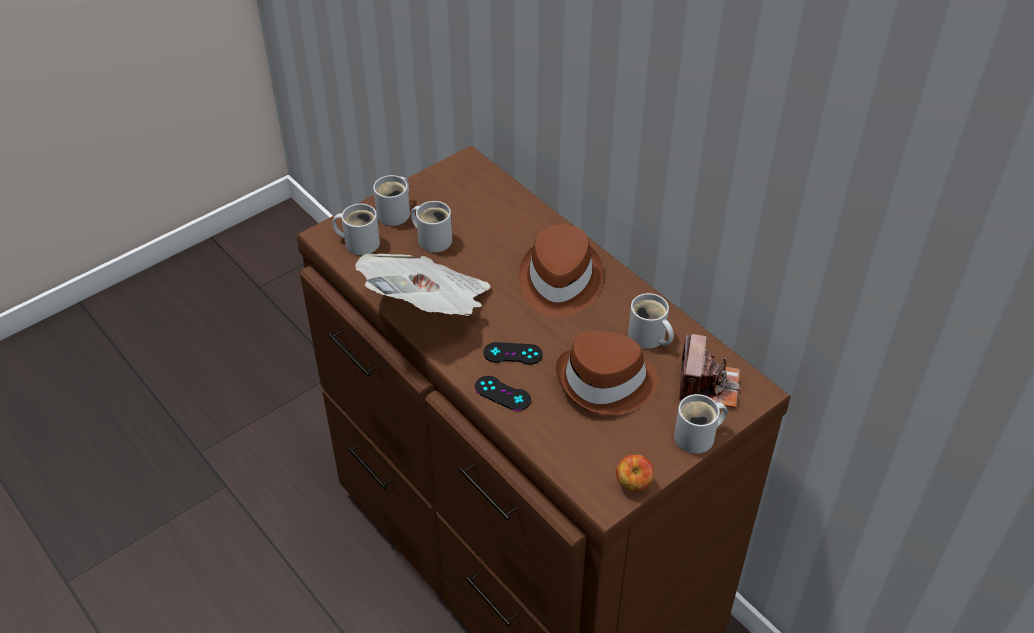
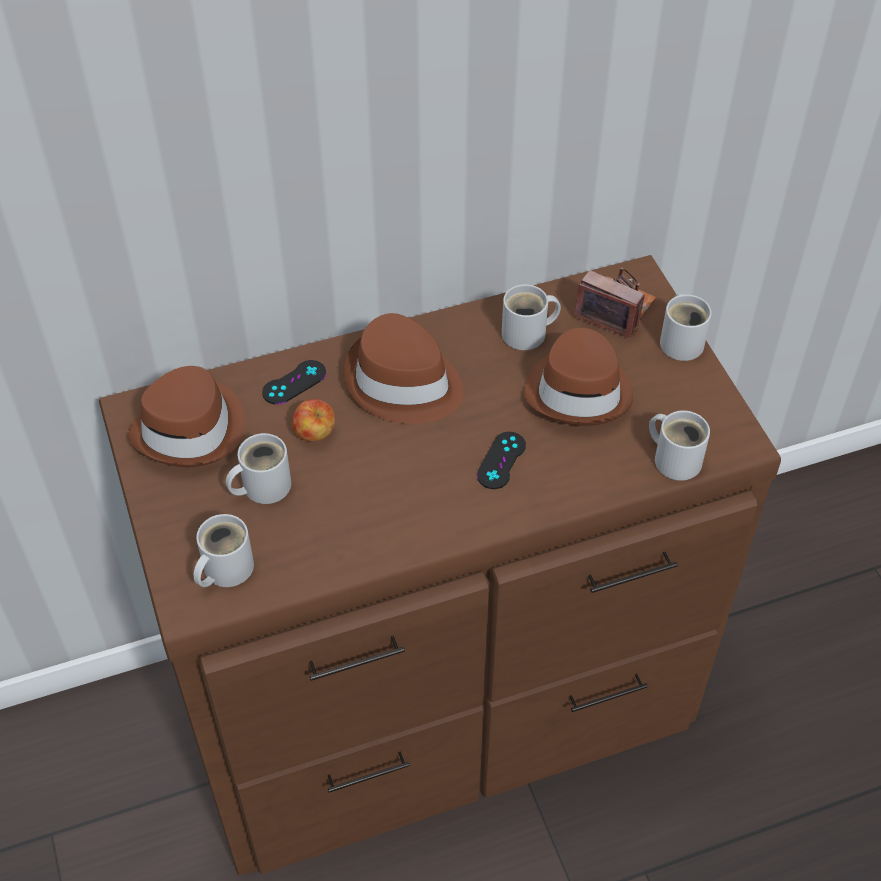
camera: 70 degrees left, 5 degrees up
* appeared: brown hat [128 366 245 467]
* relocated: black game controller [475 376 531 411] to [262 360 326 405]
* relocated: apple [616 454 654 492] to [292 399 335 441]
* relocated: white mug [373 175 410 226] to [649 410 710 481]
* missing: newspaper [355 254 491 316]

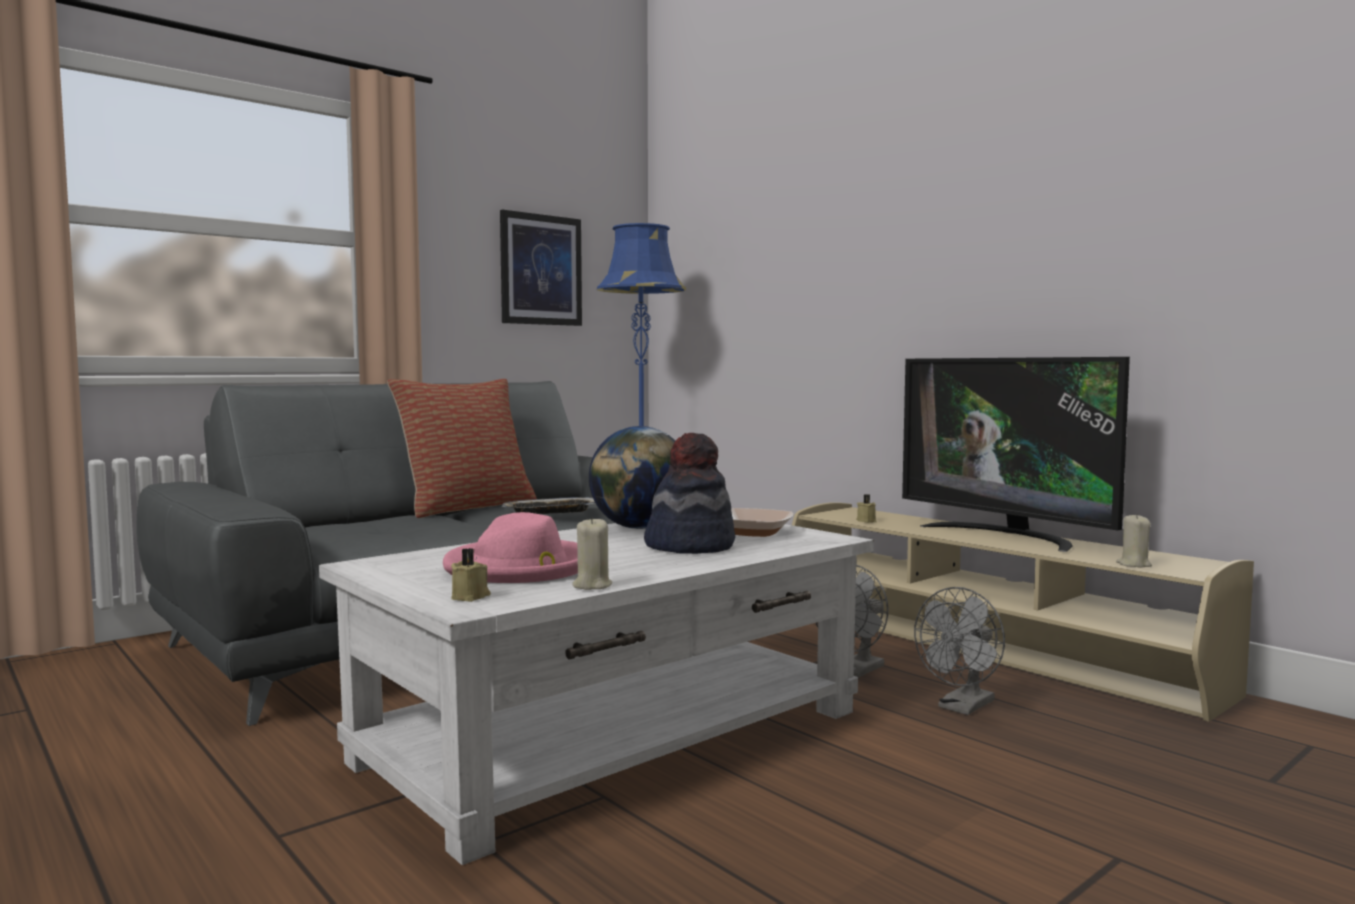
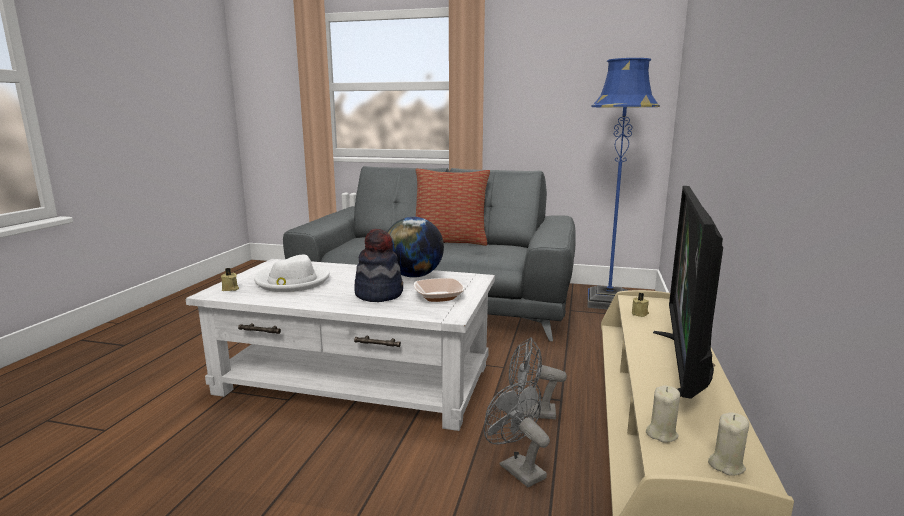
camera: 55 degrees right, 10 degrees up
* colour: pink hat [443 512 578 583] to white hat [254 255 329 292]
* spun: grey fan [914 587 1005 715] = [484 381 550 488] 45 degrees clockwise
* relocated: beige candle [572 517 612 590] to [708 412 749 476]
* missing: picture [500 210 582 326]
* missing: tray [501 497 596 514]

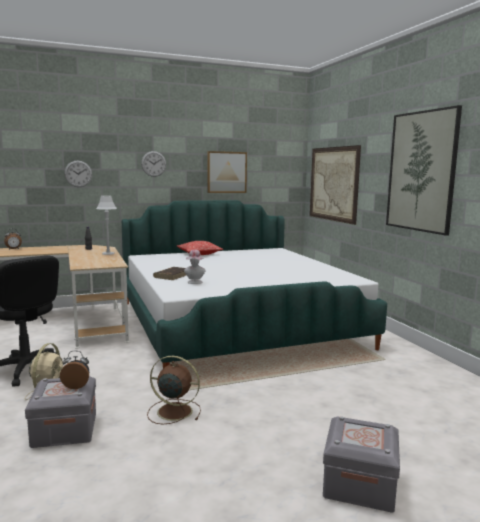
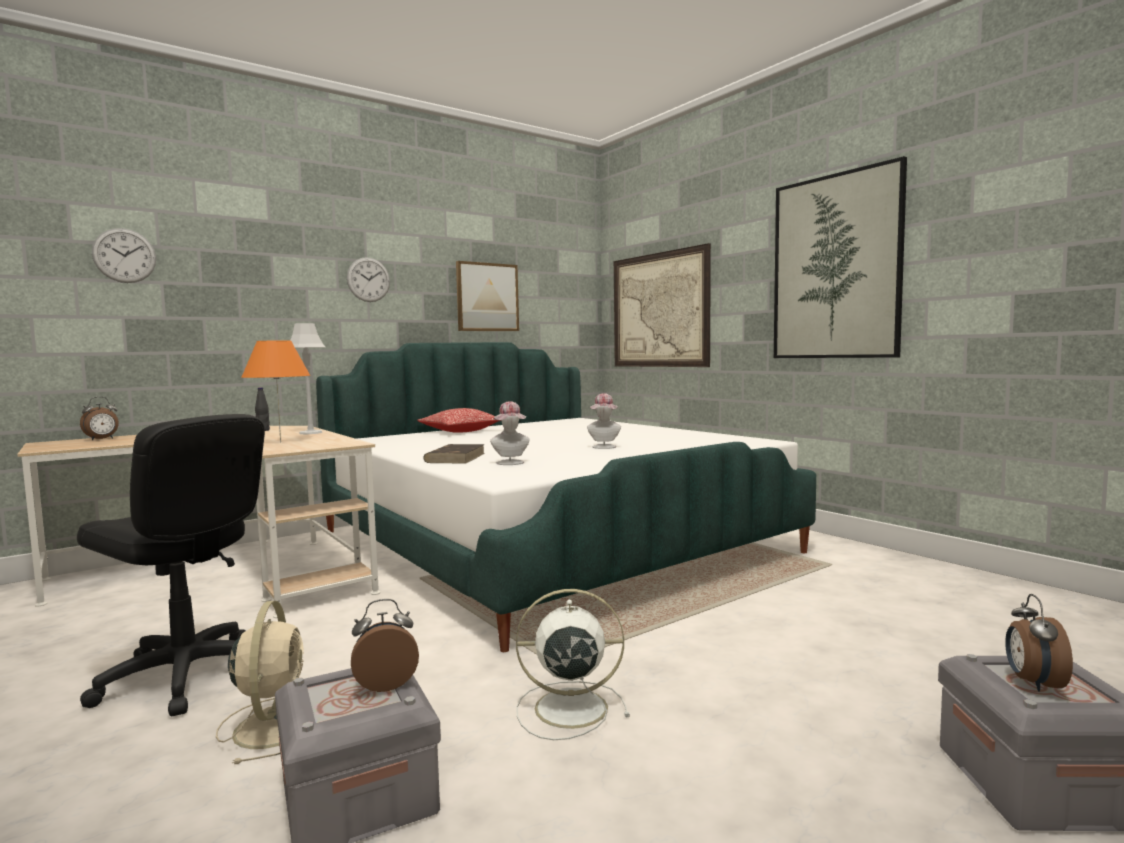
camera: 15 degrees left, 5 degrees down
* relocated: wall clock [64 161 92 187] to [92 228 156 283]
* appeared: orange table lamp [241 340 310 443]
* colour: brown fan [147 356 201 424] to white fan [516 589 630 740]
* appeared: hat [587 393 621 449]
* appeared: alarm clock [1005 594 1073 692]

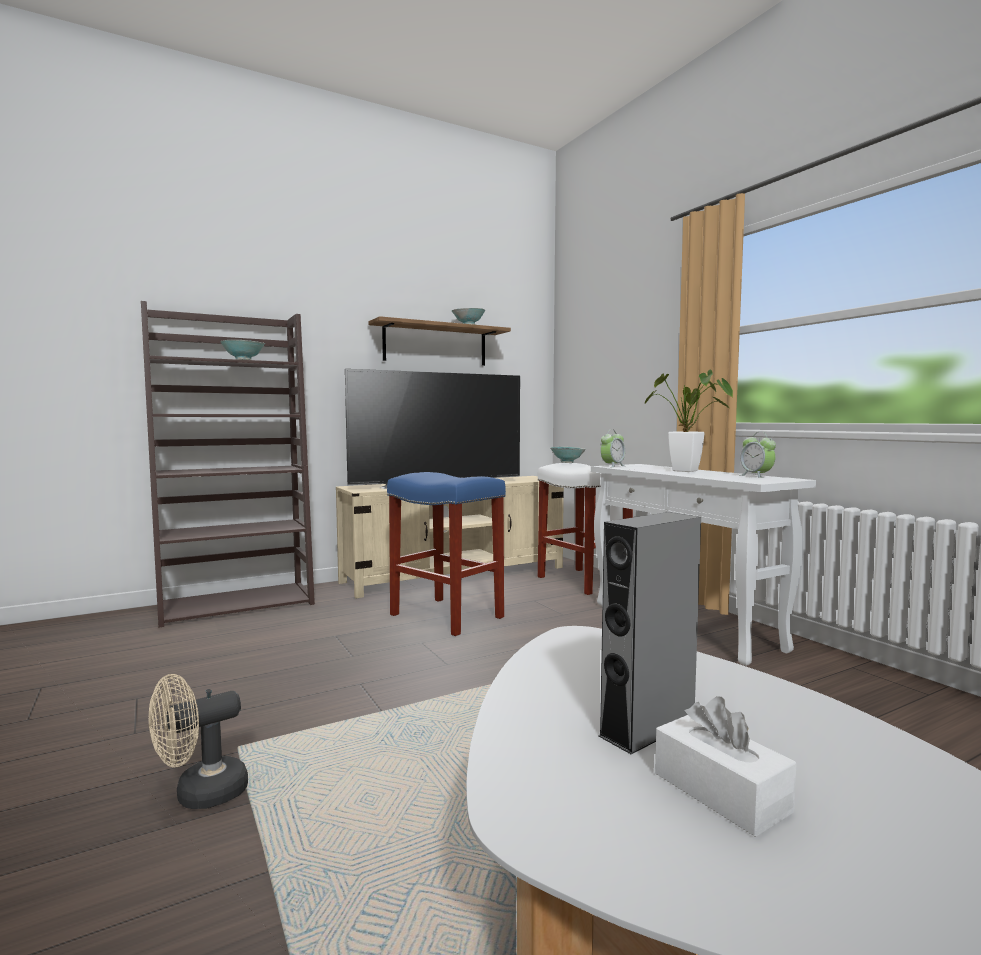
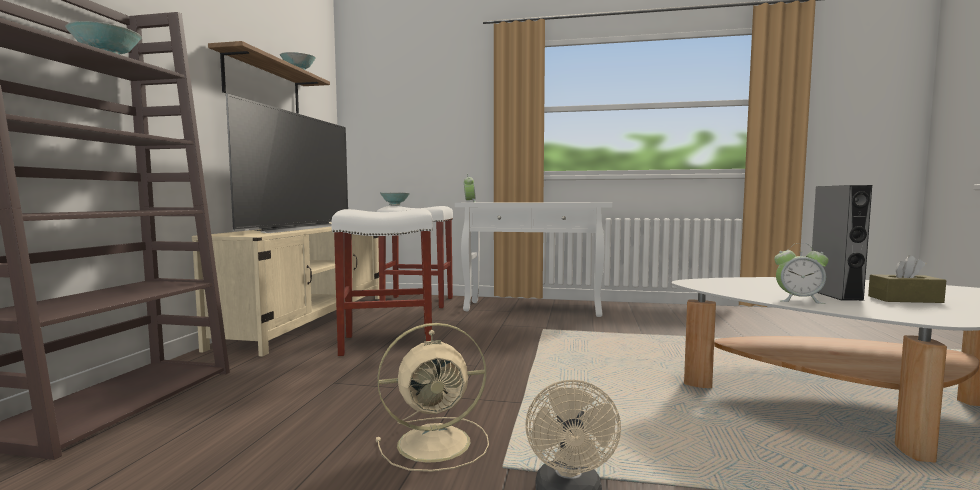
camera: 50 degrees left, 0 degrees up
* colour: blue stool [387 472 506 636] to white stool [331 209 433 356]
* appeared: beige fan [376 323 489 472]
* relocated: alarm clock [740 432 776 478] to [774 243 829 304]
* colour: white tissue box [655 696 797 837] to brown tissue box [868 255 946 303]
* missing: potted plant [644 370 733 472]

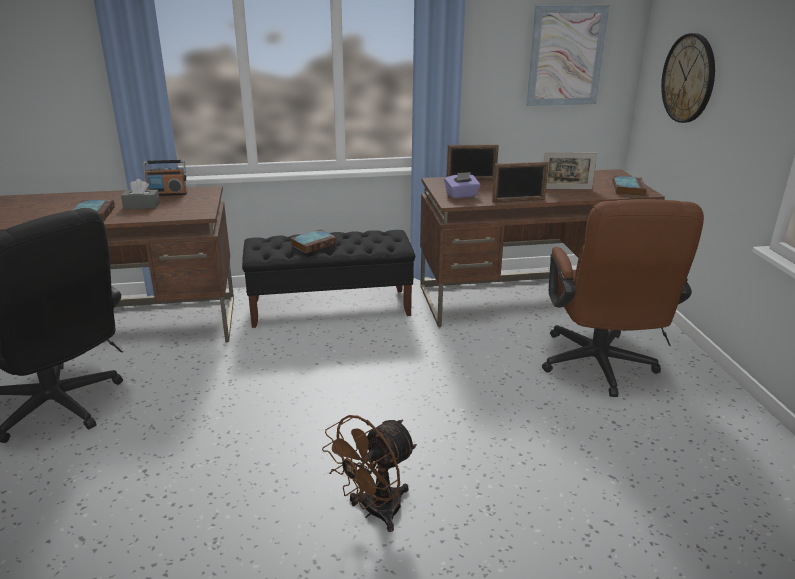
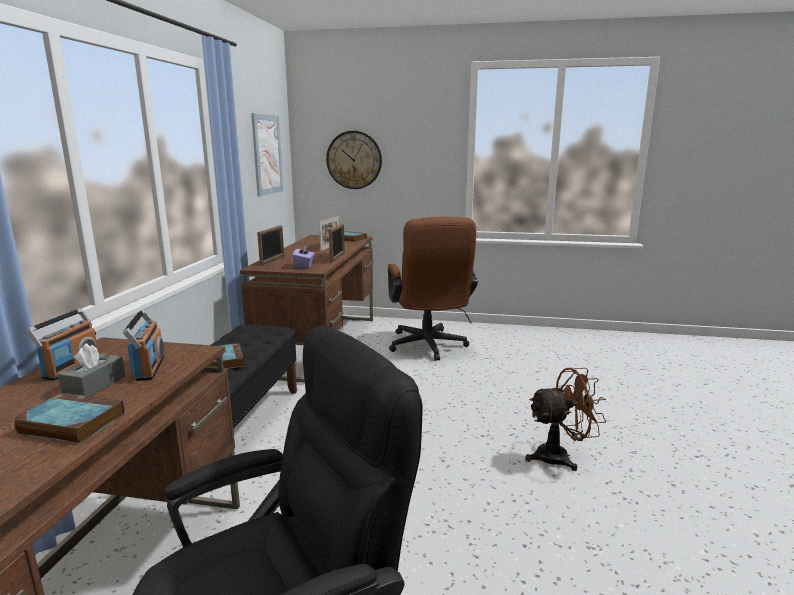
camera: 70 degrees left, 10 degrees down
* appeared: radio [123 310 165 381]
* spun: brown office chair [542 199 704 397] = [388 217 478 361] 60 degrees clockwise
* spun: brown fan [322 415 417 532] = [525 368 606 471] 75 degrees counterclockwise

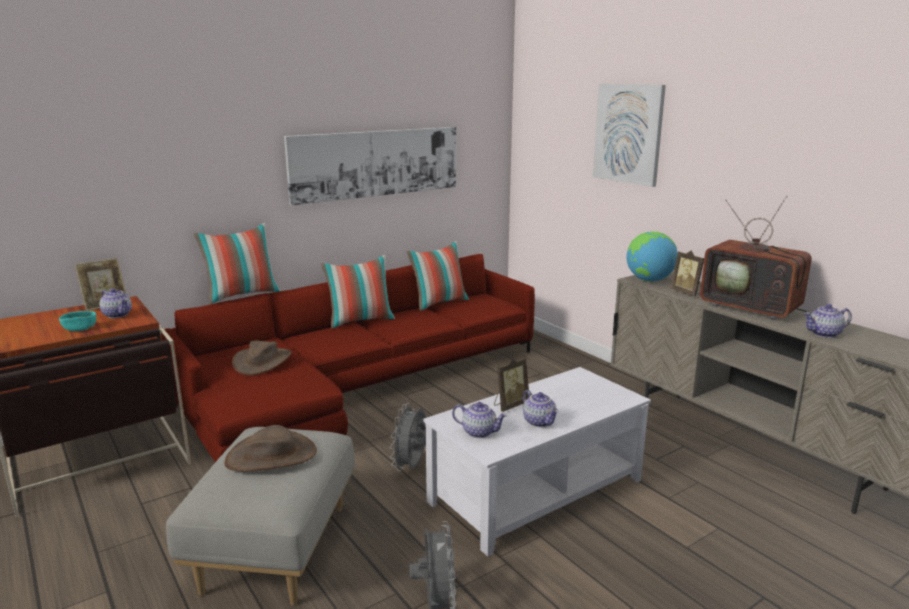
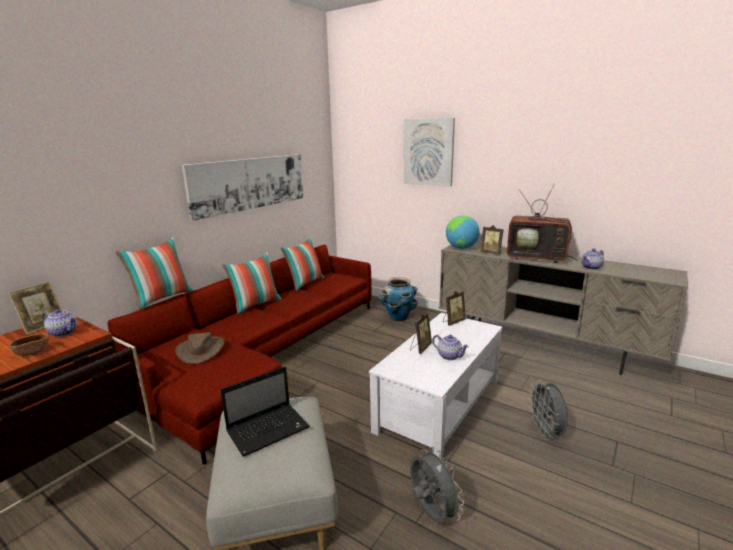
camera: 20 degrees left, 0 degrees up
* colour: turquoise bowl [59 311 96 331] to brown bowl [9 333 49 356]
* exchanged: brown hat [224 425 317 471] to laptop [221 367 310 457]
* appeared: planter [379 277 419 321]
* appeared: picture frame [443 291 466 326]
* relocated: grey fan [390 403 426 471] to [528 380 568 440]
* missing: teapot [452 402 507 438]

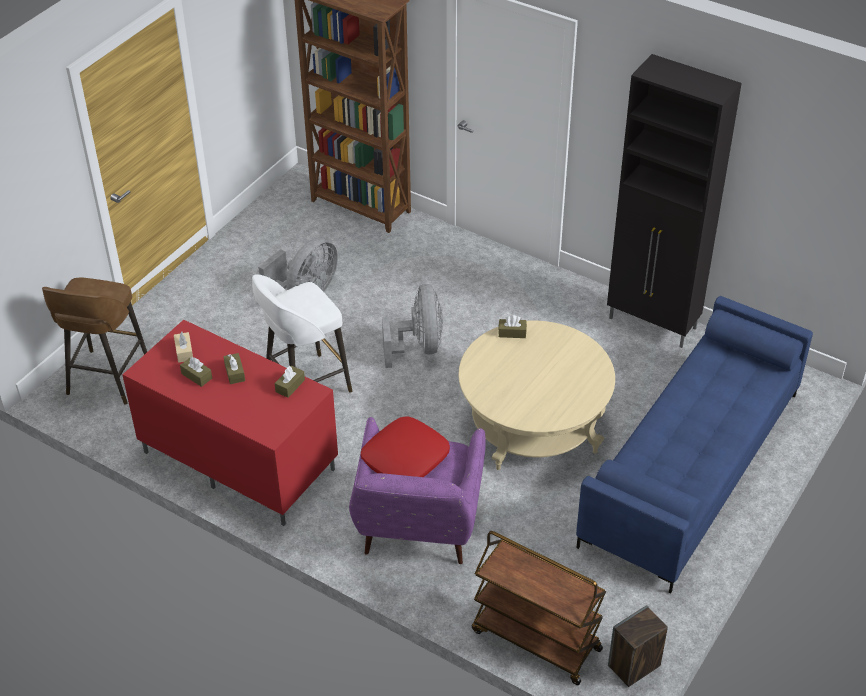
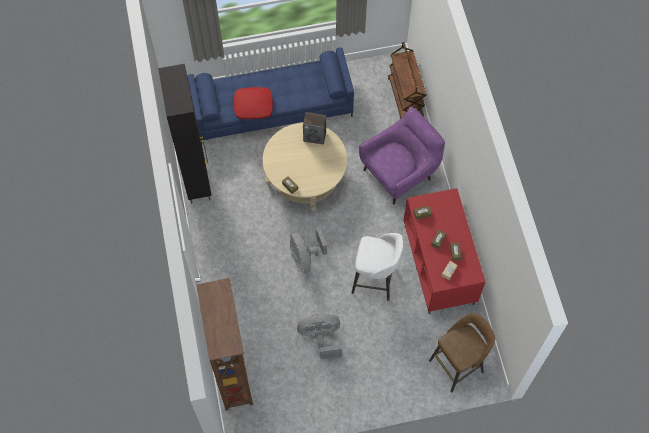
camera: 135 degrees left, 20 degrees up
* relocated: red pillow [361 417 450 477] to [234 87 273 119]
* spun: grey fan [382 284 443 368] = [290 227 327 273] 60 degrees counterclockwise
* relocated: speaker [608 605 668 687] to [303 112 326 145]

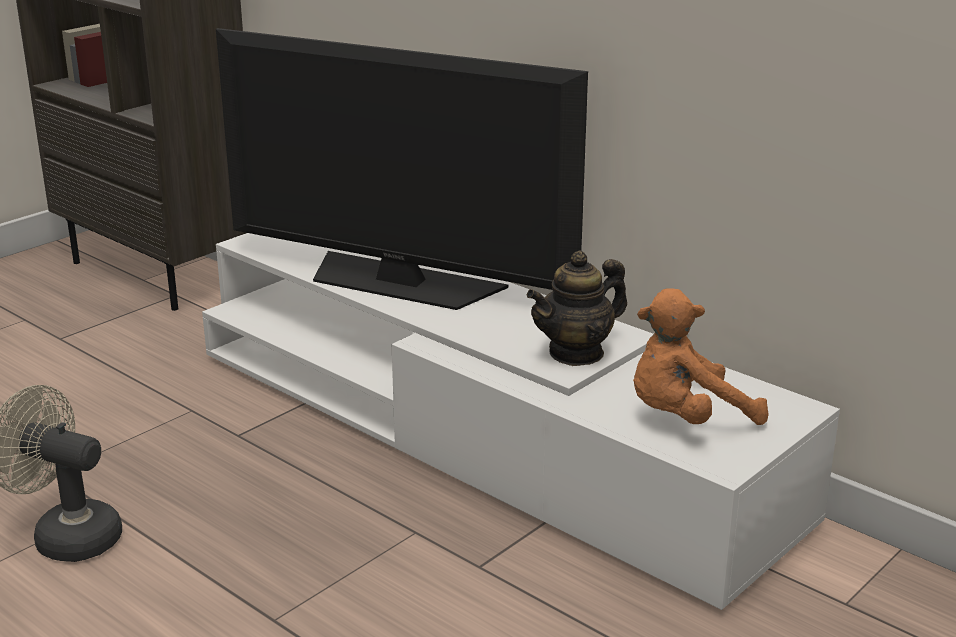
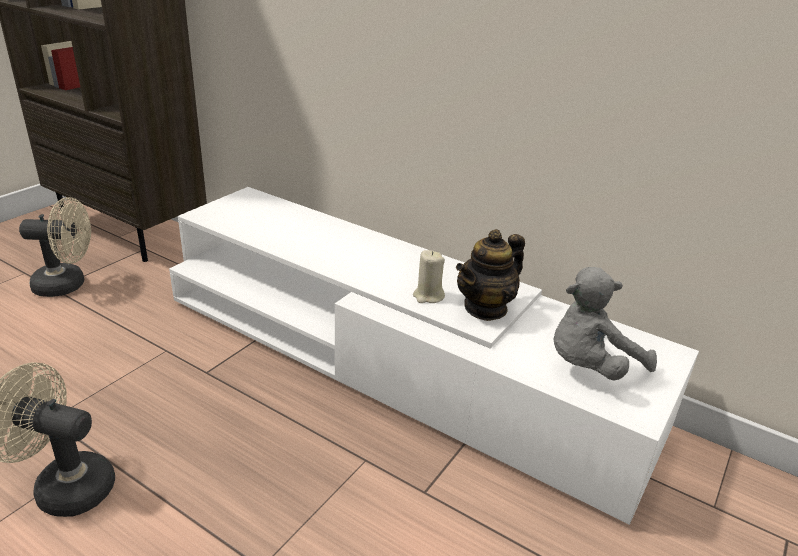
camera: 10 degrees left, 5 degrees up
* appeared: beige fan [19 197 91 297]
* appeared: beige candle [413 250 445 303]
* colour: orange plush toy [633 288 768 425] to grey plush toy [554 267 657 380]
* missing: television [216 28 588 310]

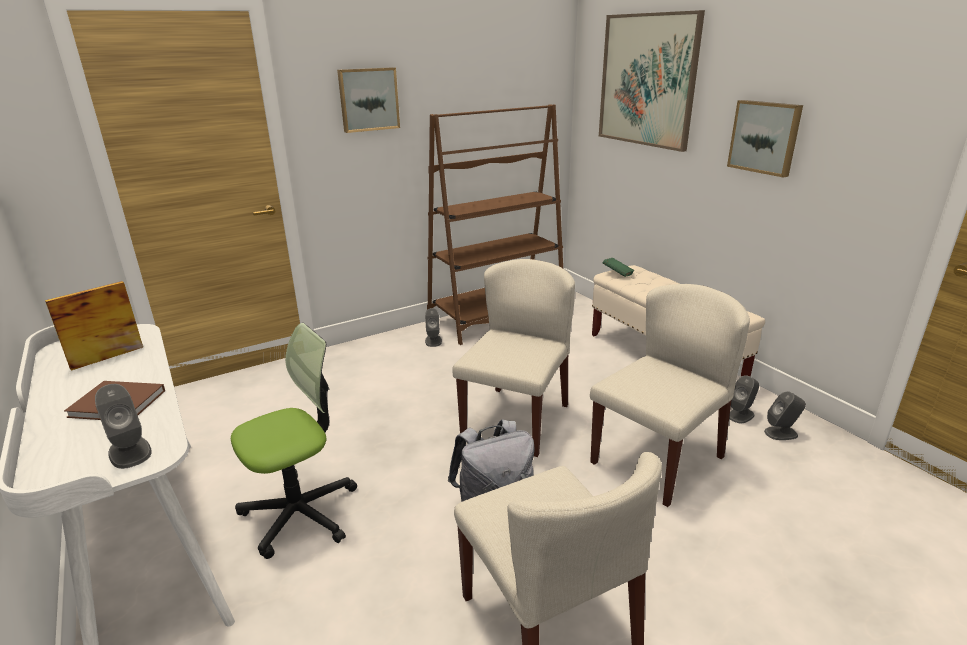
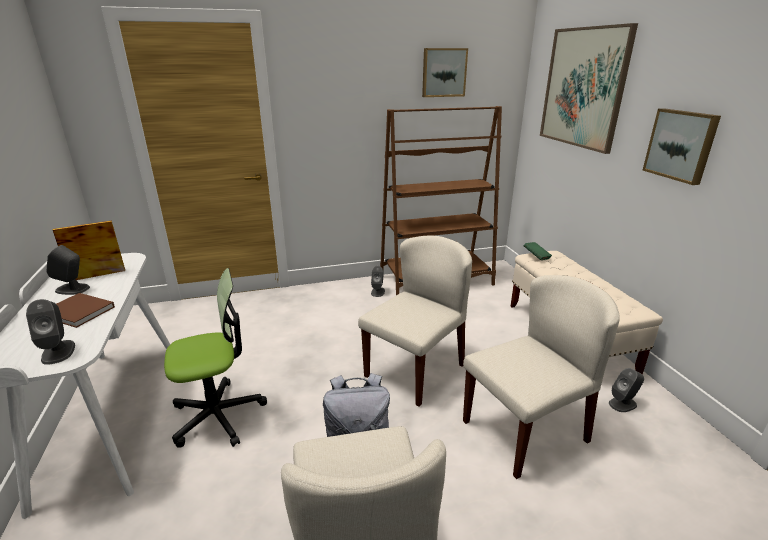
camera: 15 degrees right, 0 degrees up
* relocated: grey speaker [764 391 806 440] to [46 245 90 295]
* relocated: picture [337 67 400 133] to [422 48 468 97]

